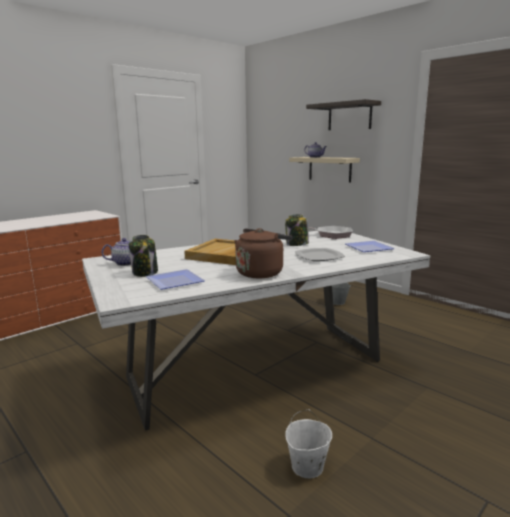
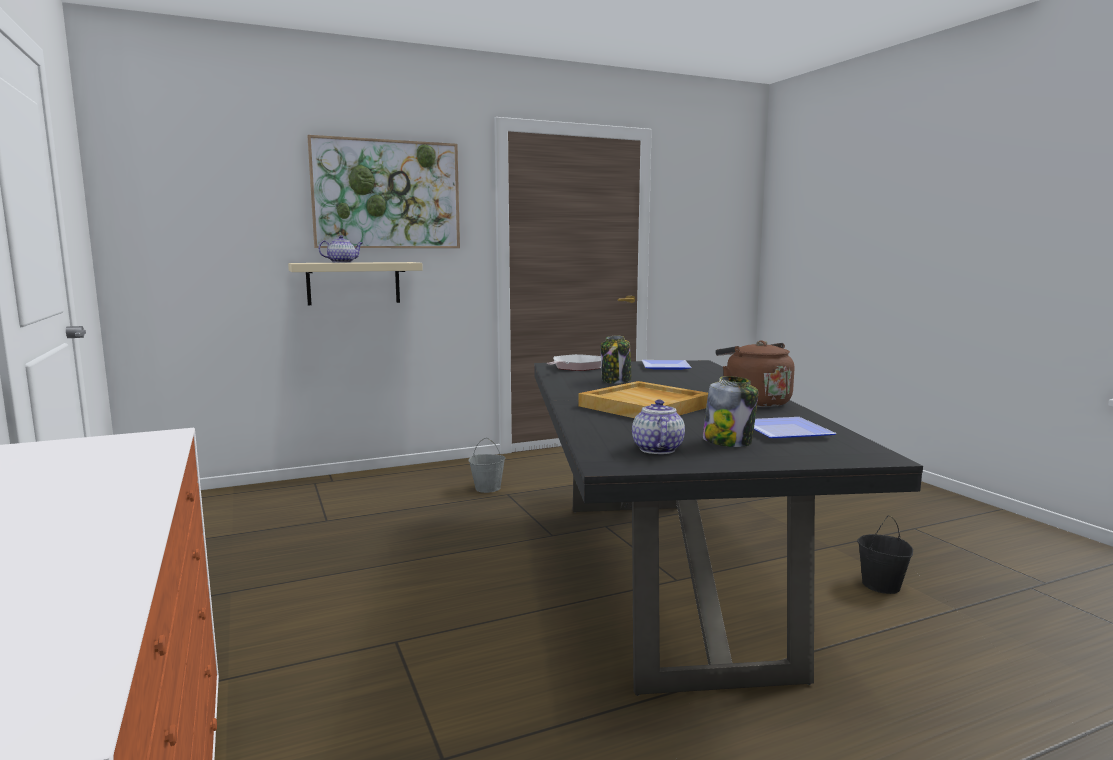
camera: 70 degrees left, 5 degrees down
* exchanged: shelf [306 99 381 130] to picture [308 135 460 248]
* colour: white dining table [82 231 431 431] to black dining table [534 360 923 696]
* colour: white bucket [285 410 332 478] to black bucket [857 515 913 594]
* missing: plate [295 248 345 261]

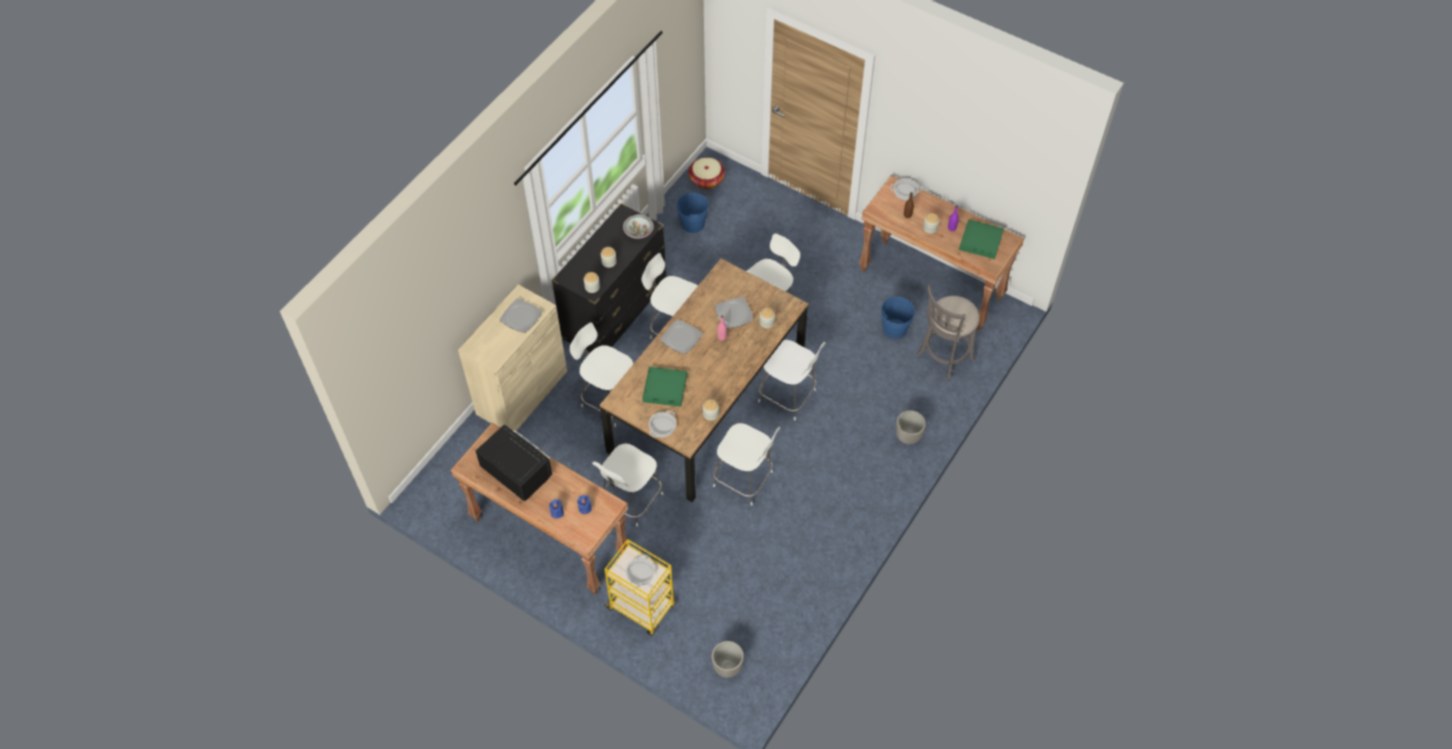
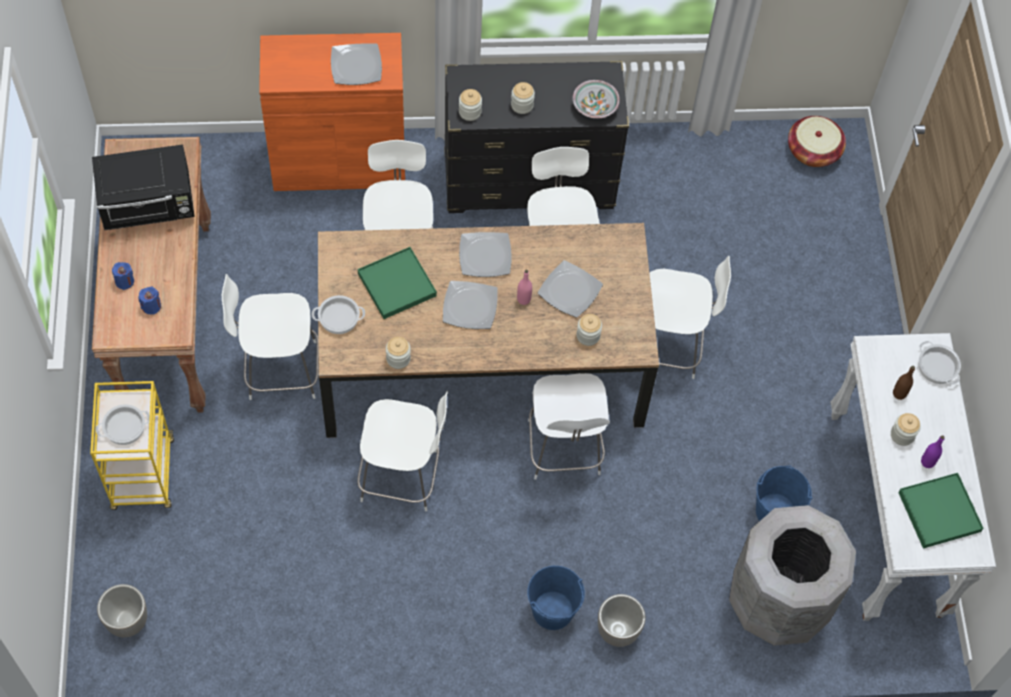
camera: 50 degrees right, 5 degrees up
* spun: black microwave [475 424 553 501] = [92 144 195 230] 75 degrees clockwise
* colour: beige cabinet [458 284 567 431] to orange cabinet [259 33 405 191]
* spun: white chair [713 423 780 506] = [357 391 448 511] 75 degrees counterclockwise
* appeared: plate [443 281 497 329]
* relocated: blue bucket [676 191 709 233] to [527 566 585 630]
* exchanged: grey stool [917 285 980 381] to grey trash can [729 505 856 646]
* colour: brown console table [859 175 1024 331] to white console table [831 333 996 621]

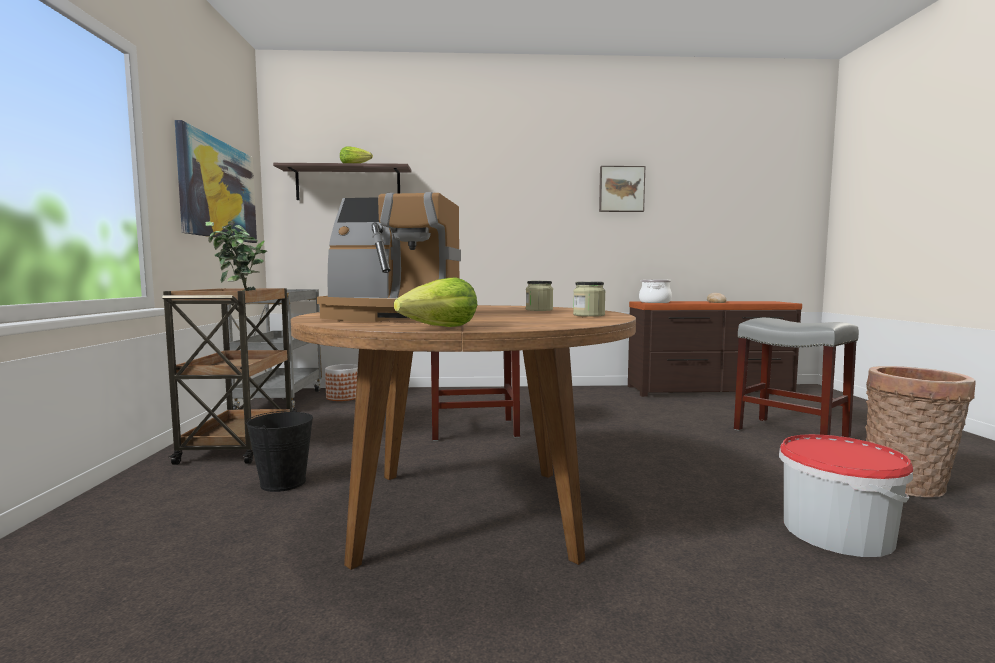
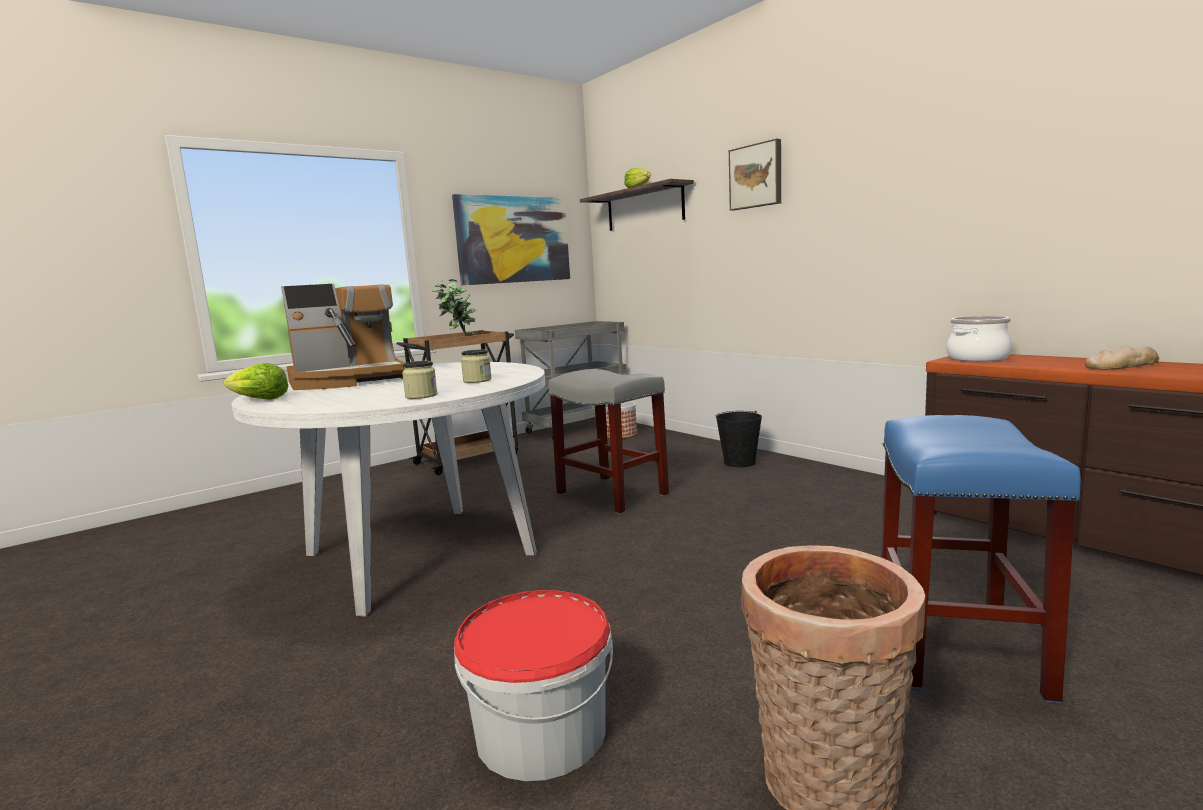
camera: 55 degrees right, 5 degrees up
* colour: brown dining table [291 305 636 570] to white dining table [232 362 545 616]
* spun: coffee machine [317 192 461 322] = [281 284 406 390] 90 degrees counterclockwise
* relocated: black bucket [246 409 313 492] to [716 411 762 467]
* relocated: picture [599 166 645 212] to [729 139 781 210]
* colour: grey stool [734 318 859 438] to blue stool [881 415 1081 704]

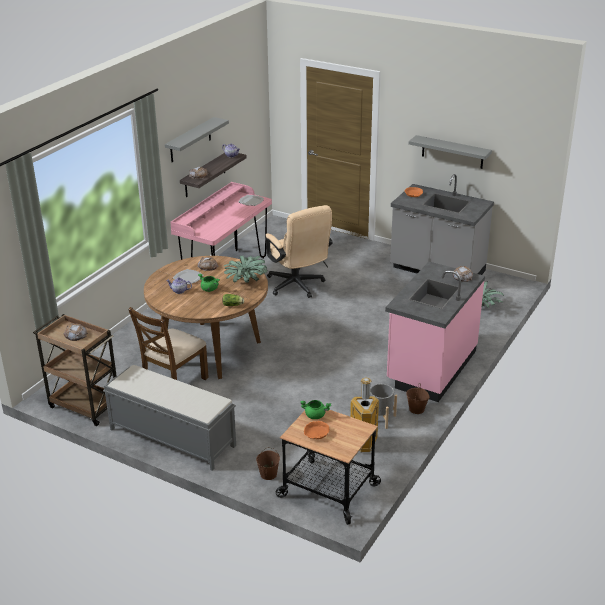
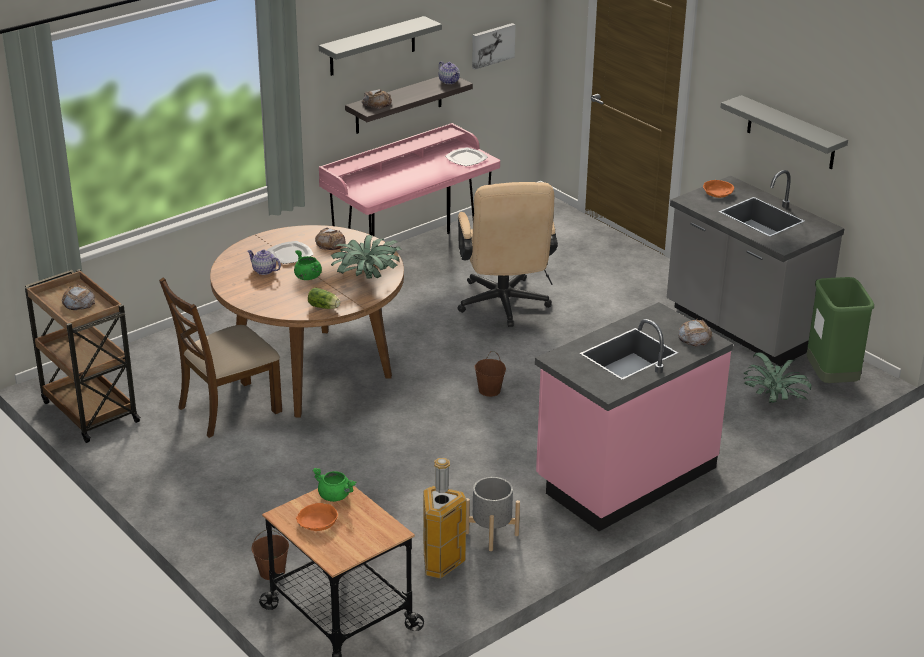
camera: 20 degrees right, 0 degrees up
* appeared: picture [472 23 515 70]
* relocated: brown bucket [406 384 430 414] to [474 351 506 397]
* appeared: green trash can [806 277 874 383]
* missing: grey bench [103 365 236 470]

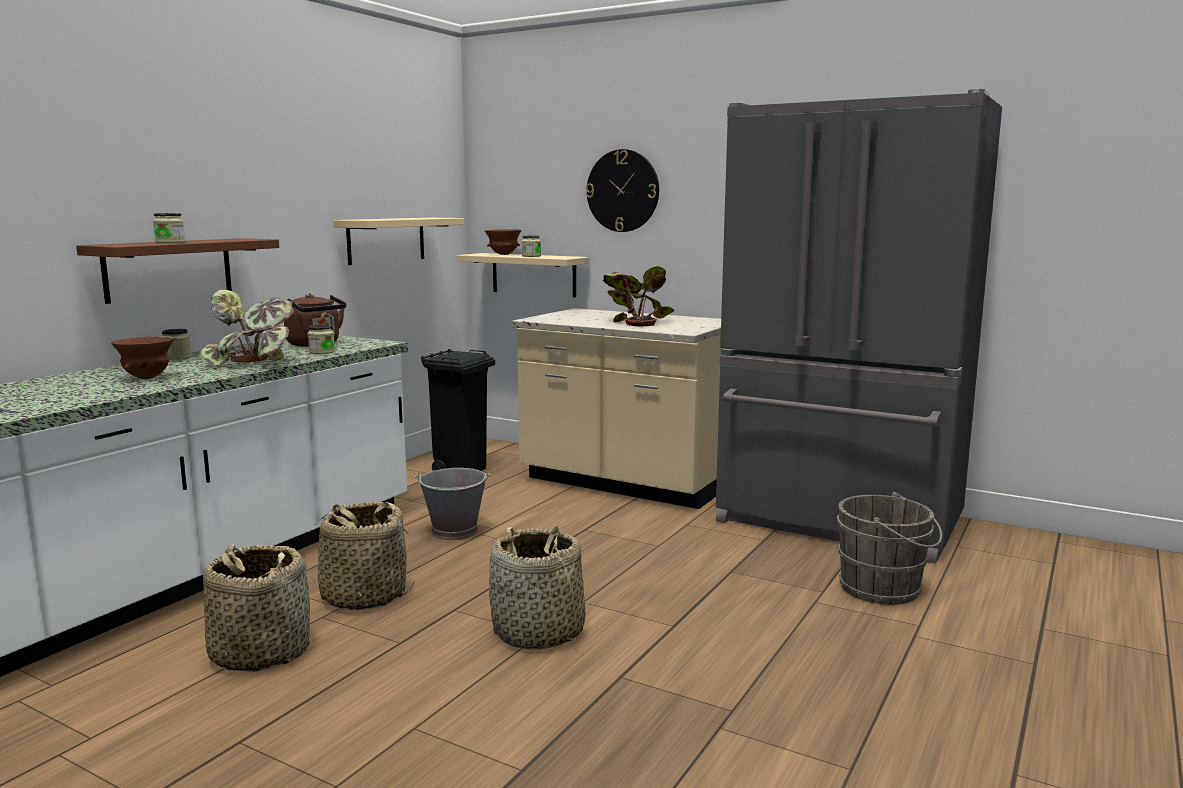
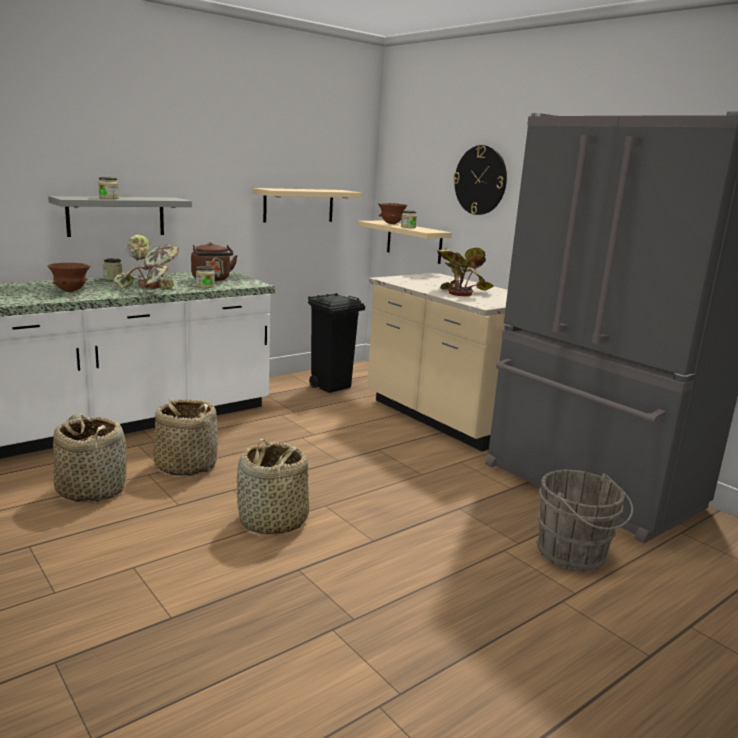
camera: 20 degrees right, 5 degrees up
* colour: brown shelf [76 238 279 304] to grey shelf [48 196 192 237]
* missing: grey bucket [415 468 490 540]

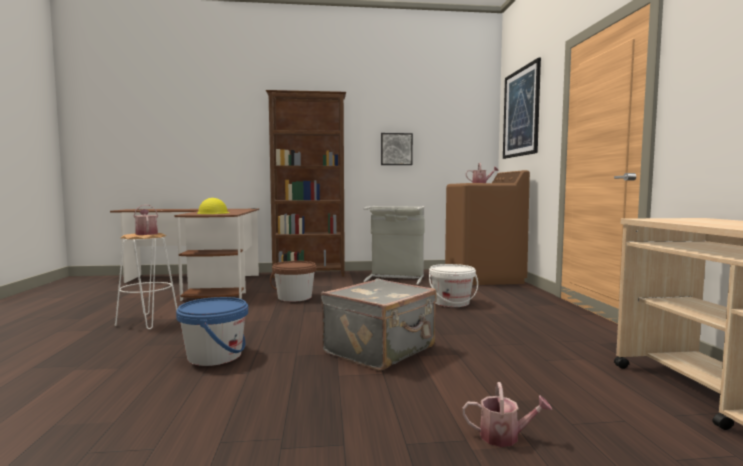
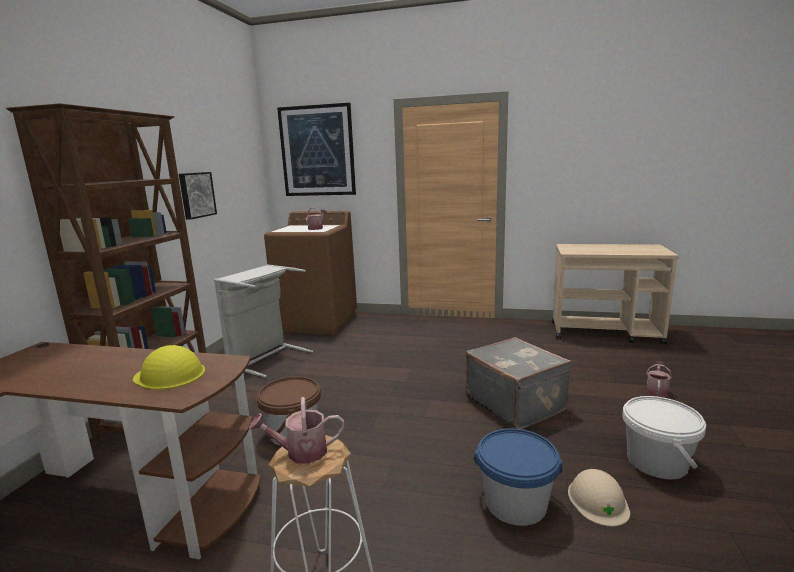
camera: 70 degrees left, 10 degrees up
* appeared: beige hard hat [568 469 630 527]
* relocated: white bucket [429 264 478 307] to [622 396 706 479]

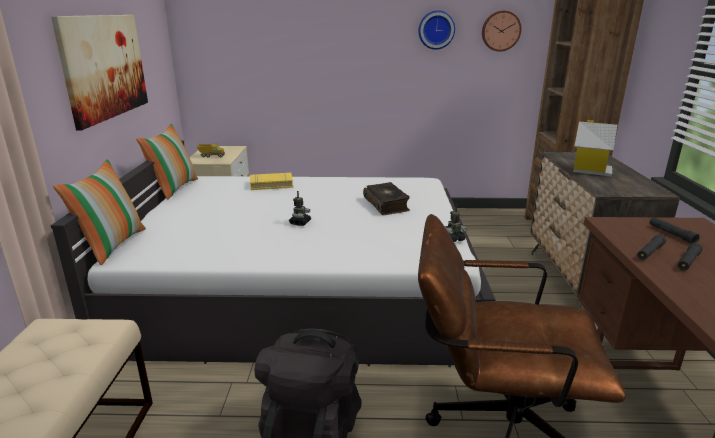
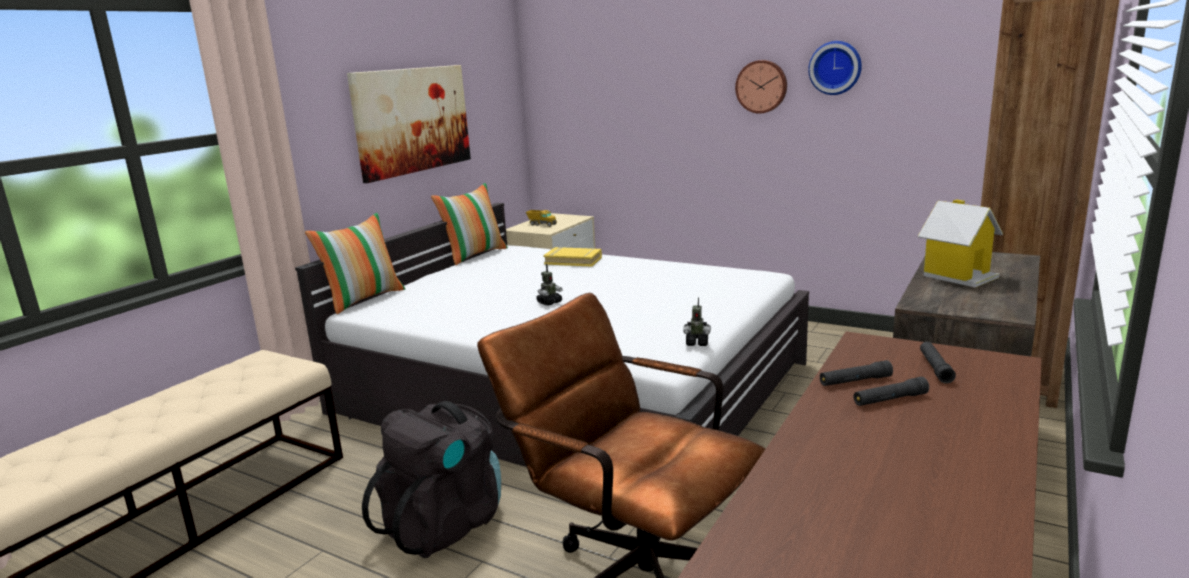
camera: 30 degrees right, 5 degrees down
* relocated: wall clock [482 11 521 52] to [735 60 787 114]
* missing: book [363 182 410 215]

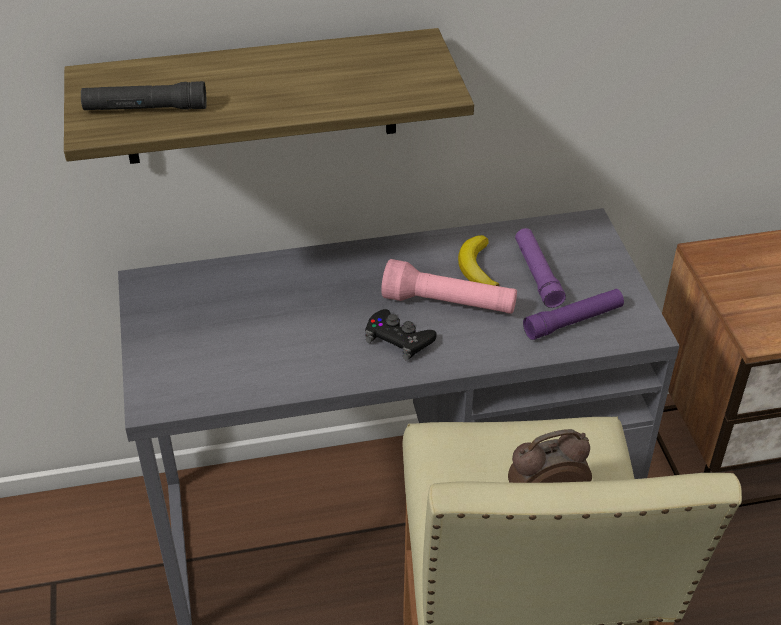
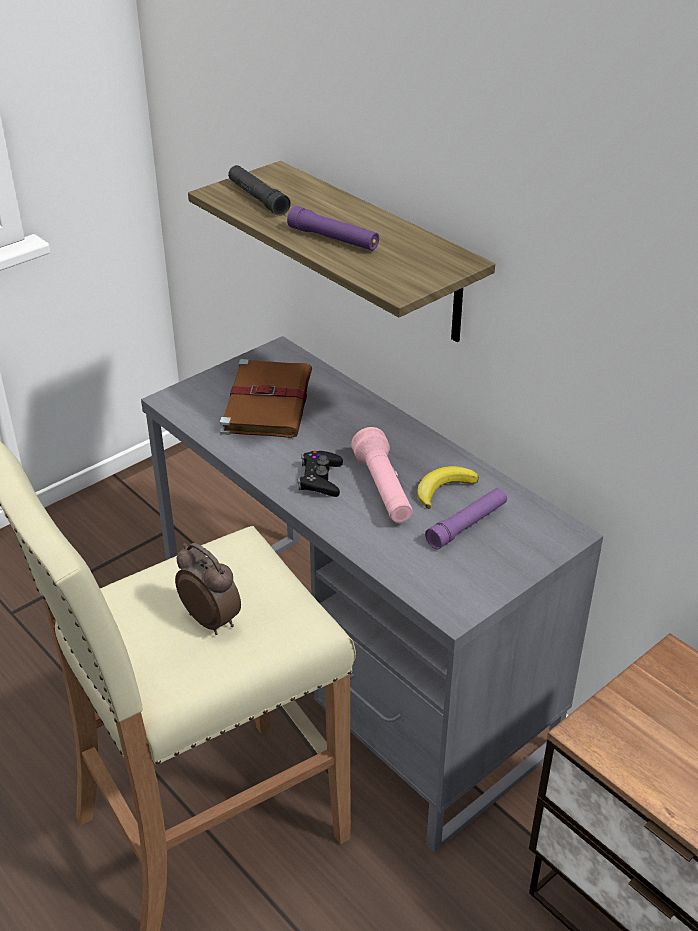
camera: 60 degrees right, 5 degrees down
* appeared: brown book [220 359 312 438]
* relocated: purple flashlight [523 289 624 340] to [287 206 379 251]

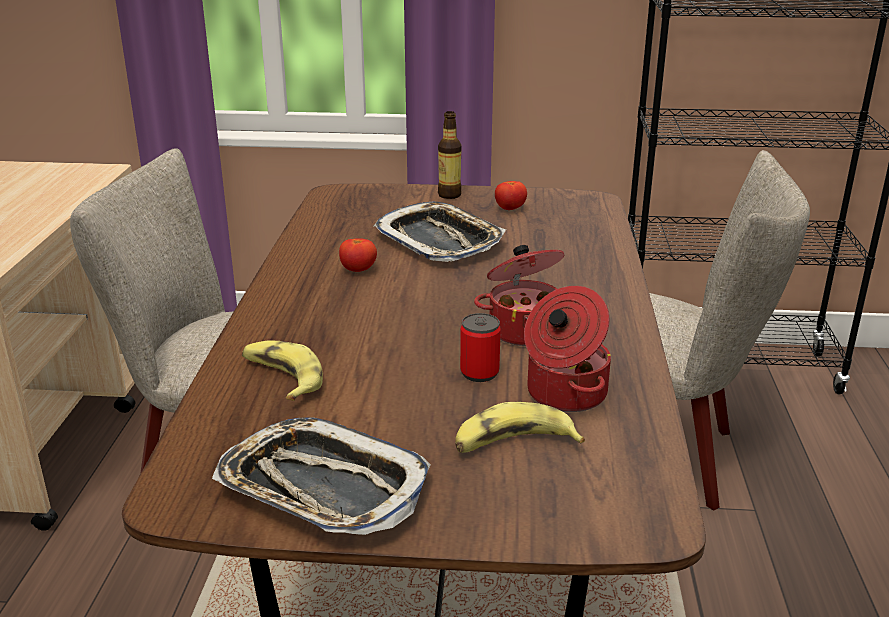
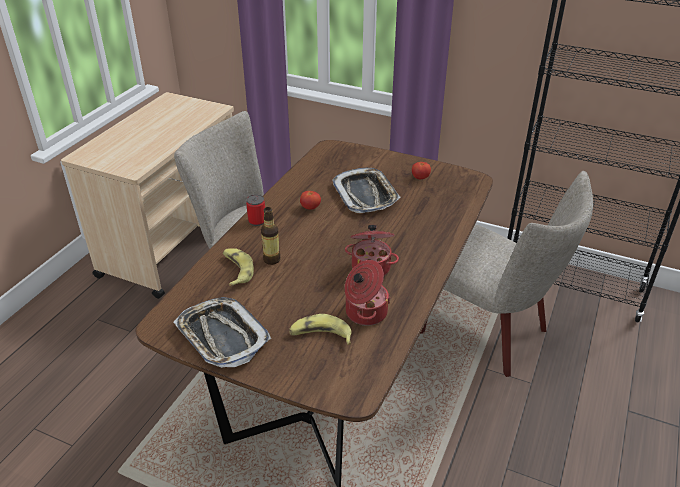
camera: 20 degrees right, 10 degrees up
* relocated: can [460 313 501 382] to [246 194 265 226]
* relocated: bottle [438 111 462 199] to [261 207 281 265]

